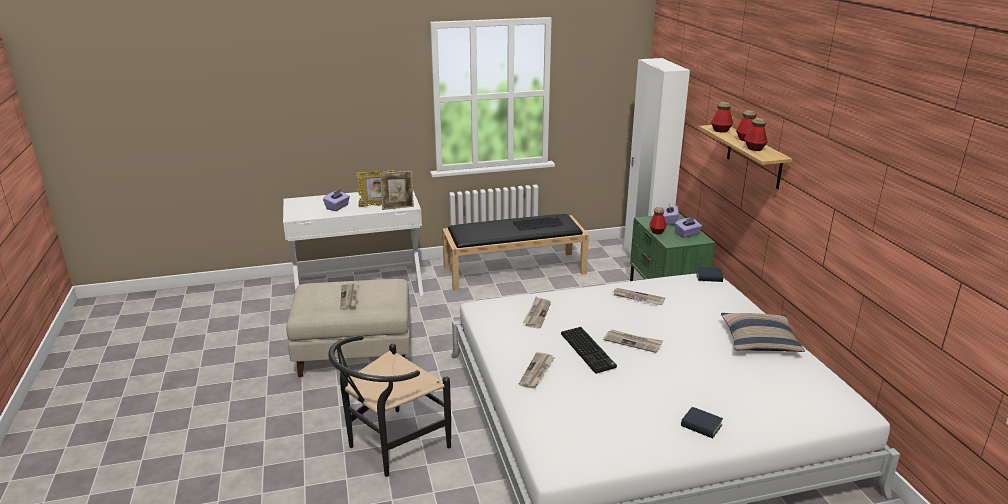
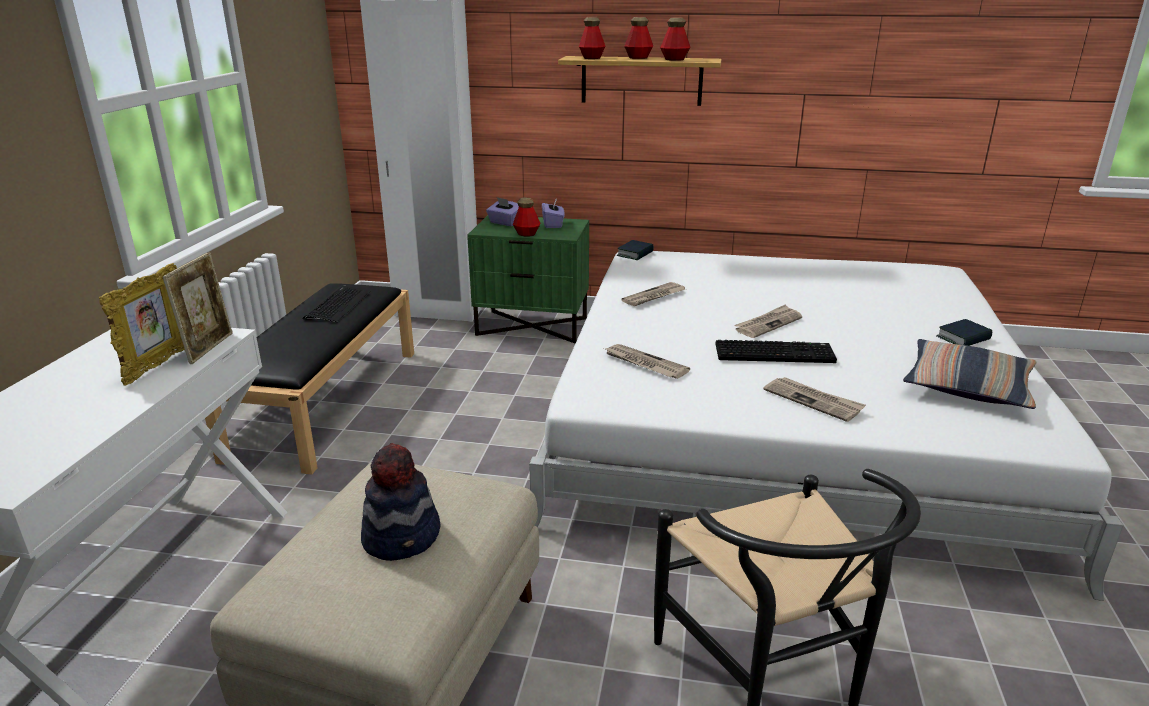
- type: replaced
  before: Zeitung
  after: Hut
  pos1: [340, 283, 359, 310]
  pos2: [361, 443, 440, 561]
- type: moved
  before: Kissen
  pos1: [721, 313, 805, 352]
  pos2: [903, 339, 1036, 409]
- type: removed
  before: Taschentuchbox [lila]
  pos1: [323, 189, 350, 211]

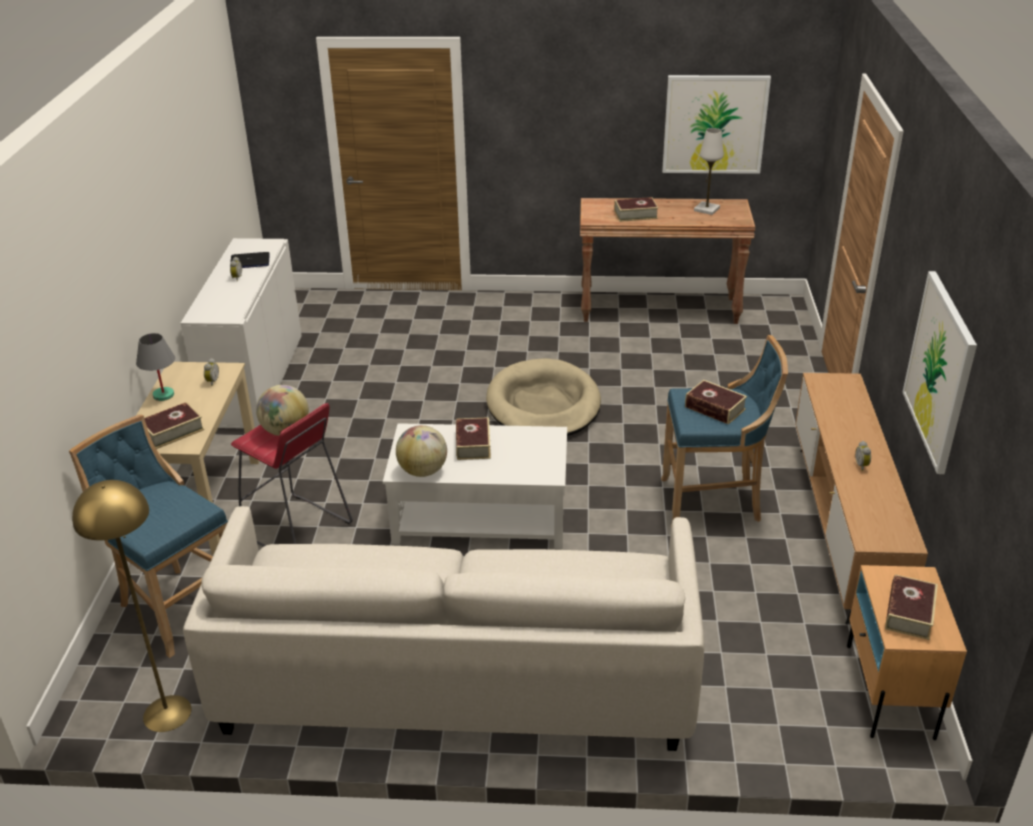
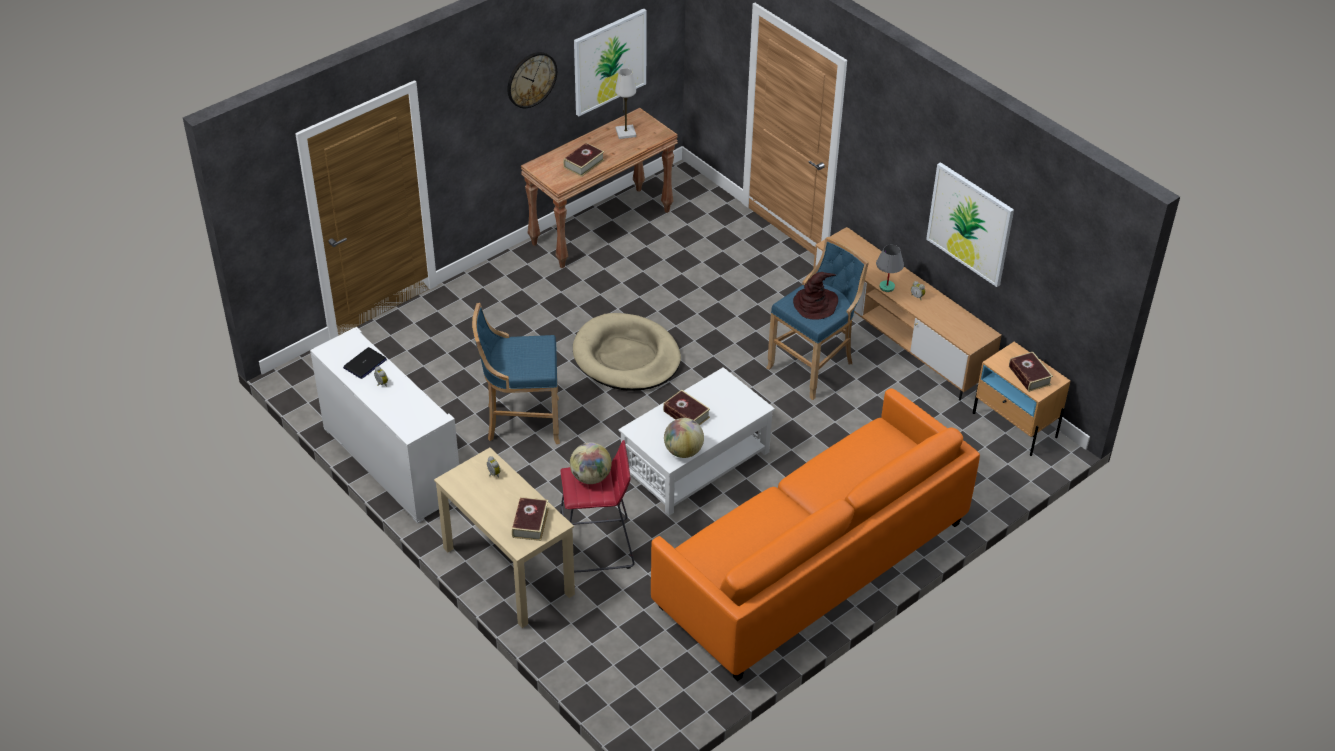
- type: moved
  before: Hocker [blau]
  pos1: [69, 414, 228, 658]
  pos2: [472, 303, 560, 444]
- type: added
  after: Wanduhr
  pos2: [507, 52, 557, 108]
- type: recoloured
  before: Sofa [weiß]
  after: Sofa [orange]
  pos1: [183, 506, 704, 751]
  pos2: [651, 388, 980, 681]
- type: replaced
  before: Buch
  after: Hut [braun]
  pos1: [685, 380, 747, 424]
  pos2: [793, 272, 838, 320]
- type: moved
  before: Tischlampe [grau]
  pos1: [136, 333, 175, 401]
  pos2: [876, 244, 904, 292]
- type: removed
  before: Stehlampe [gelb]
  pos1: [72, 480, 192, 732]

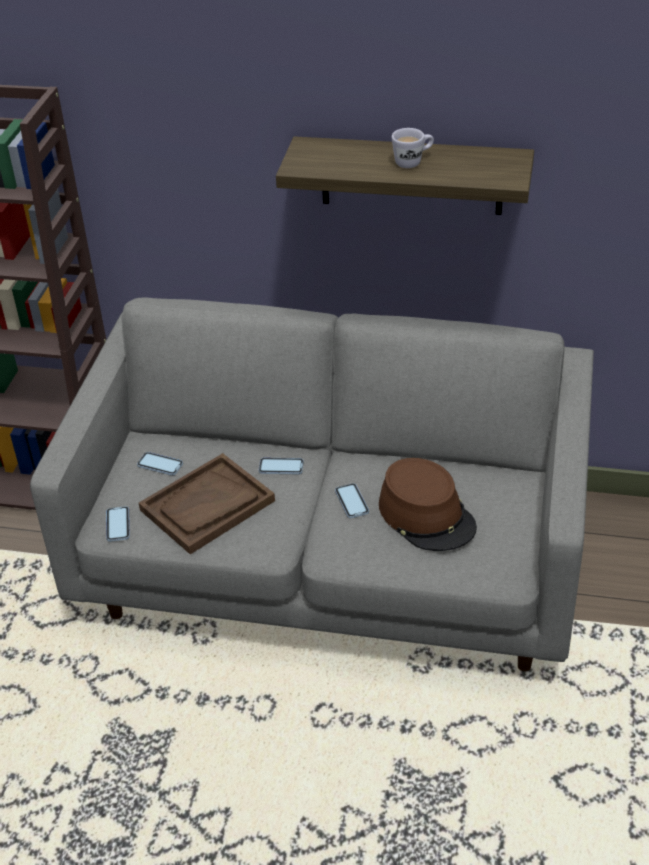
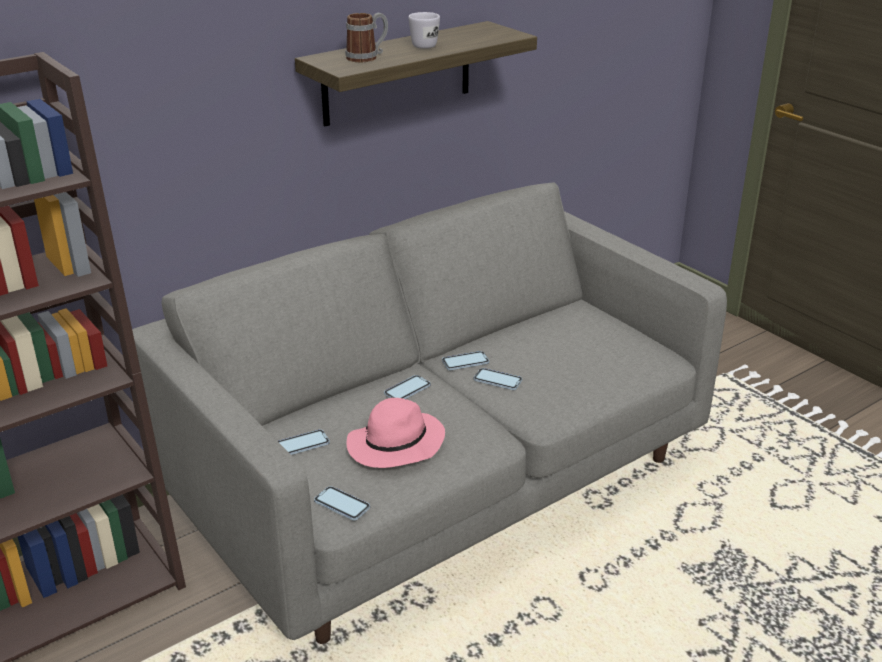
- type: added
  after: Henkelbecher
  pos2: [345, 13, 388, 62]
- type: replaced
  before: Tablett [braun]
  after: Hut [rosa]
  pos1: [139, 453, 275, 554]
  pos2: [346, 398, 445, 468]
- type: added
  after: Handy
  pos2: [442, 351, 489, 370]
- type: removed
  before: Hut [braun]
  pos1: [379, 458, 477, 551]

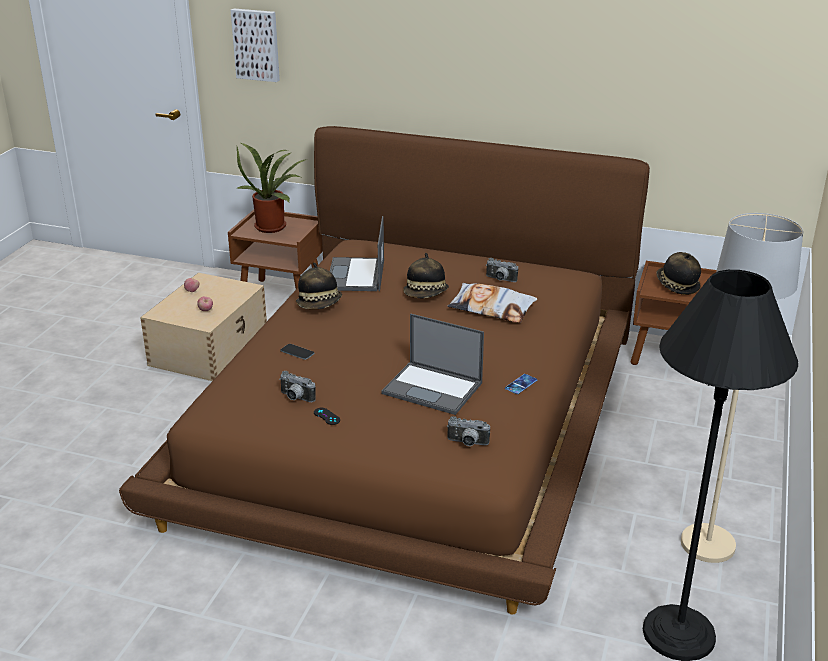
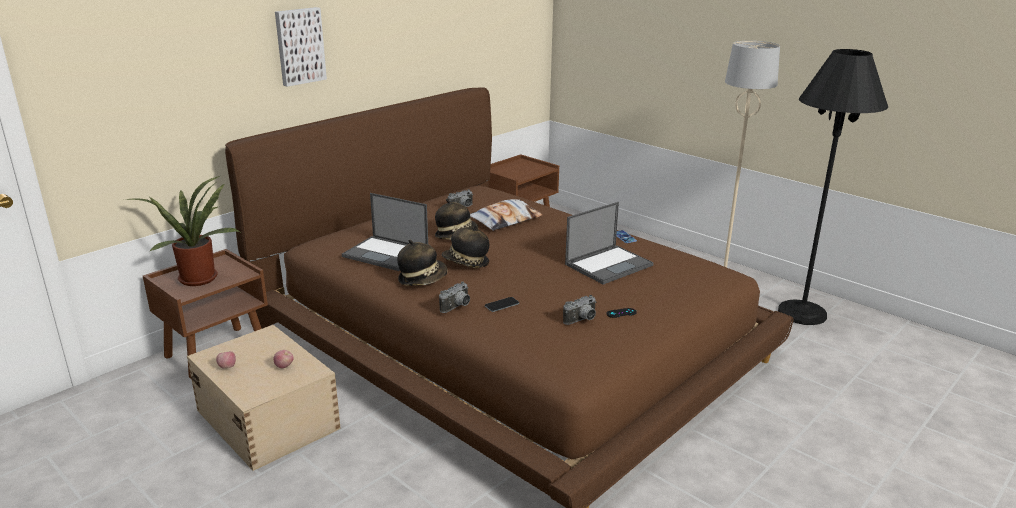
- type: moved
  before: Bild
  pos1: [231, 8, 280, 82]
  pos2: [275, 7, 327, 87]
- type: moved
  before: Kamera
  pos1: [447, 416, 490, 446]
  pos2: [439, 282, 470, 313]
- type: moved
  before: Hut
  pos1: [656, 252, 701, 295]
  pos2: [442, 225, 489, 268]

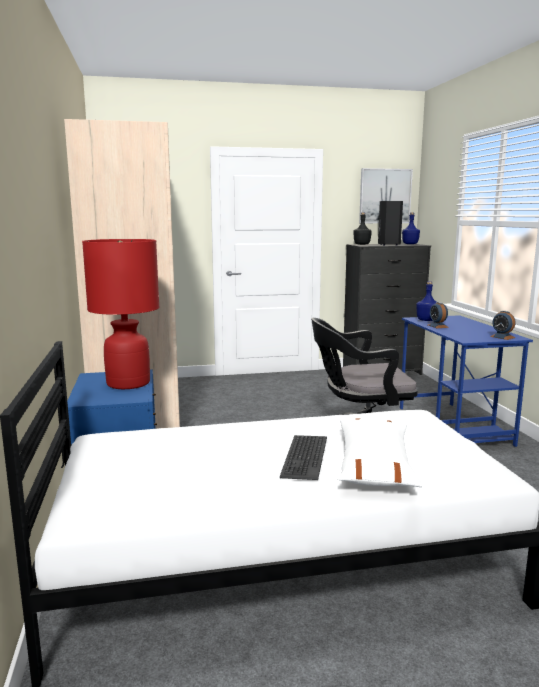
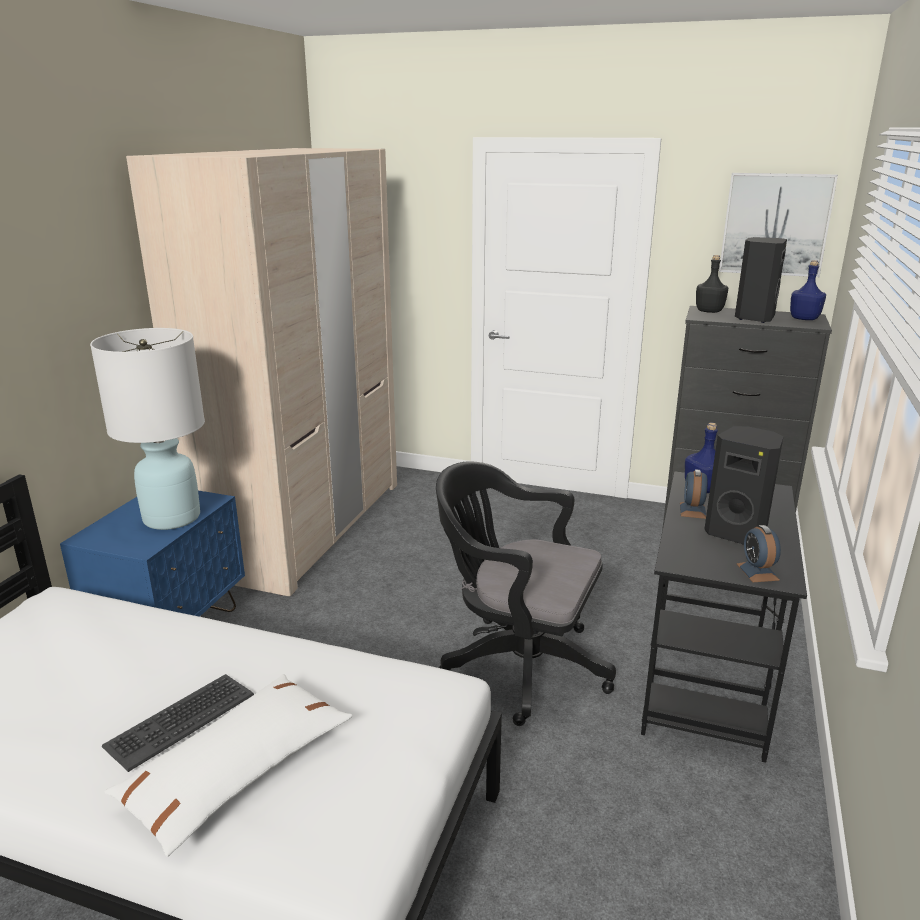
- type: recoloured
  before: Tischlampe [rot]
  after: Tischlampe [weiß]
  pos1: [82, 239, 159, 389]
  pos2: [90, 328, 205, 530]
- type: recoloured
  before: Schreibtisch [blau]
  after: Schreibtisch [schwarz]
  pos1: [400, 315, 533, 447]
  pos2: [641, 471, 807, 763]
- type: added
  after: Lautsprecher [schwarz]
  pos2: [704, 426, 783, 545]

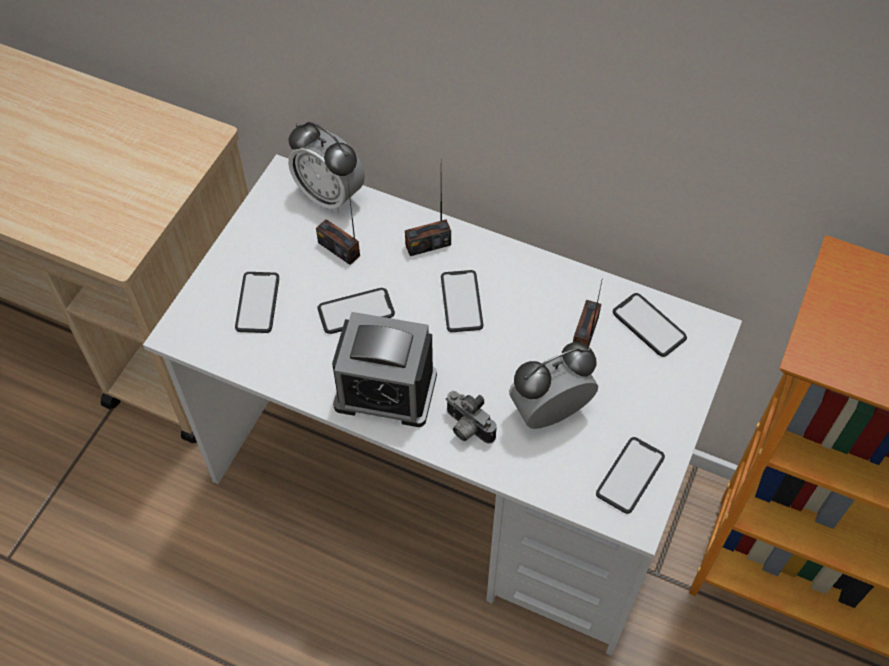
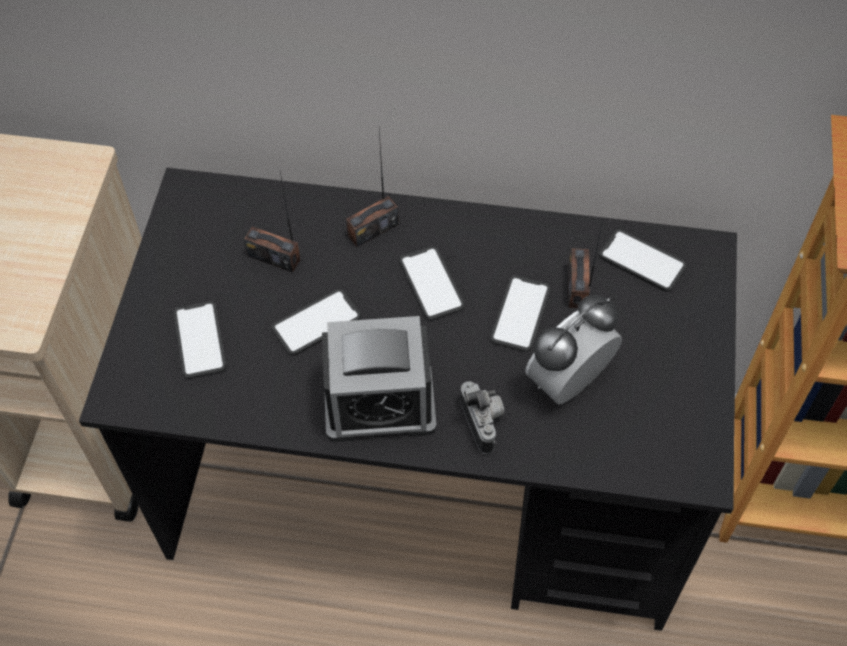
- type: recoloured
  before: Schreibtisch [weiß]
  after: Schreibtisch [schwarz]
  pos1: [143, 154, 742, 656]
  pos2: [79, 168, 737, 631]
- type: turned
  before: Kamera
  pos1: [445, 391, 497, 444]
  pos2: [460, 381, 505, 454]
  turn: -135
- type: moved
  before: Handy
  pos1: [596, 437, 665, 514]
  pos2: [490, 275, 550, 352]
- type: removed
  before: Wecker
  pos1: [288, 122, 365, 214]

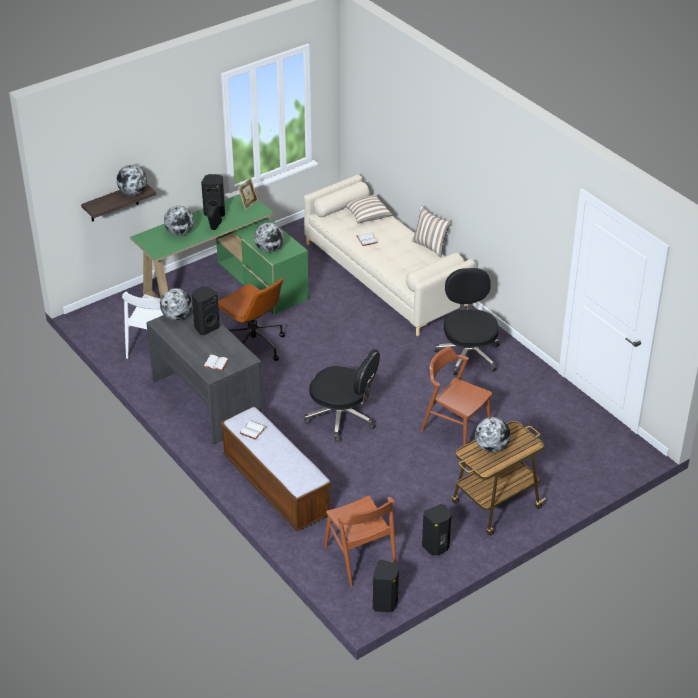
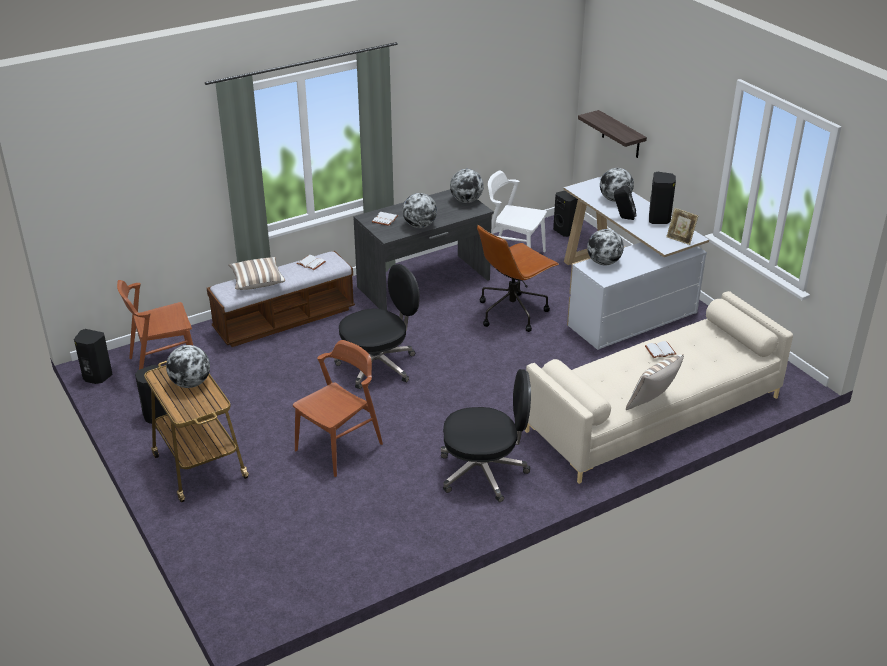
- type: moved
  before: Kissen
  pos1: [344, 194, 393, 224]
  pos2: [228, 257, 285, 290]
- type: turned
  before: Bürostuhl [schwarz]
  pos1: [304, 349, 380, 442]
  pos2: [334, 264, 420, 389]
  turn: -150
- type: moved
  before: Globus
  pos1: [116, 165, 147, 196]
  pos2: [402, 193, 437, 228]
- type: moved
  before: Lautsprecher [schwarz]
  pos1: [192, 287, 220, 335]
  pos2: [553, 191, 578, 237]
- type: recoloured
  before: Schreibtisch [grün]
  after: Schreibtisch [weiß]
  pos1: [130, 194, 309, 315]
  pos2: [564, 176, 709, 350]

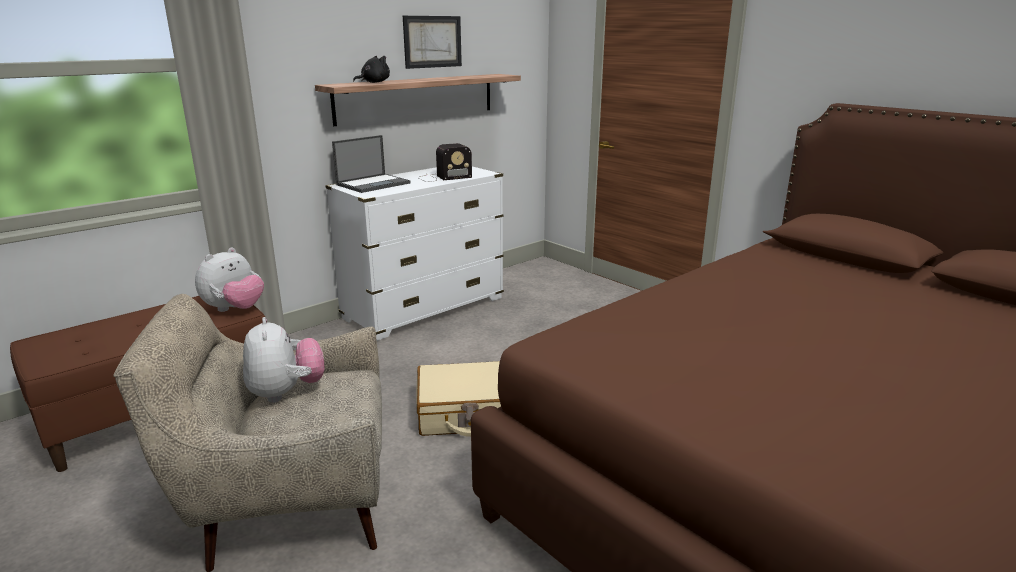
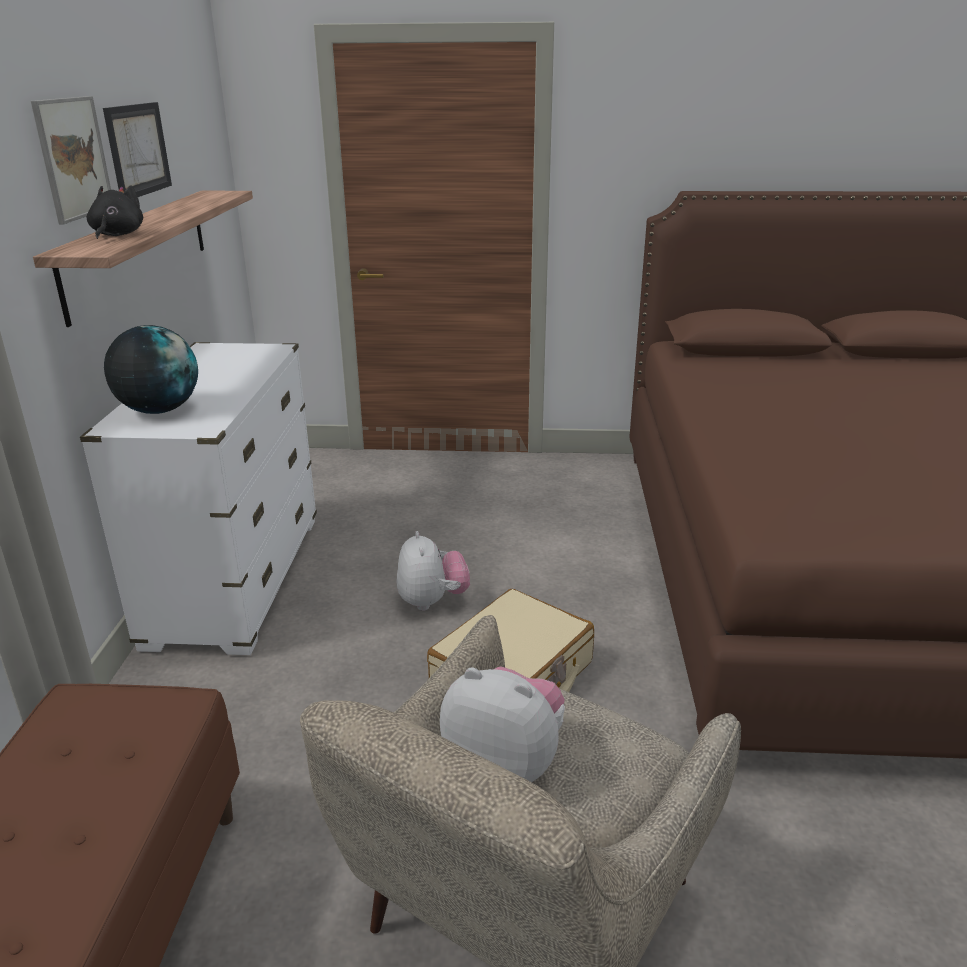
- type: added
  after: Bild
  pos2: [31, 96, 111, 224]
- type: replaced
  before: Laptop
  after: Globus
  pos1: [332, 135, 411, 193]
  pos2: [104, 325, 198, 414]
- type: moved
  before: Plüschtier
  pos1: [195, 248, 264, 312]
  pos2: [397, 531, 470, 611]
- type: removed
  before: Radio
  pos1: [418, 143, 472, 182]

